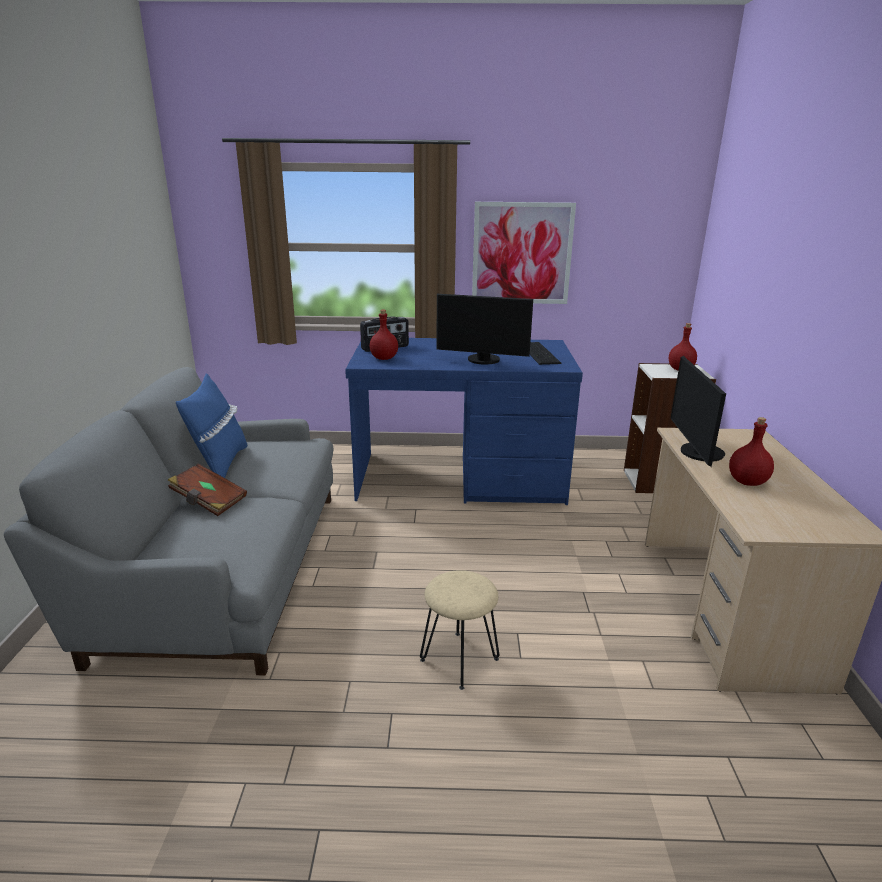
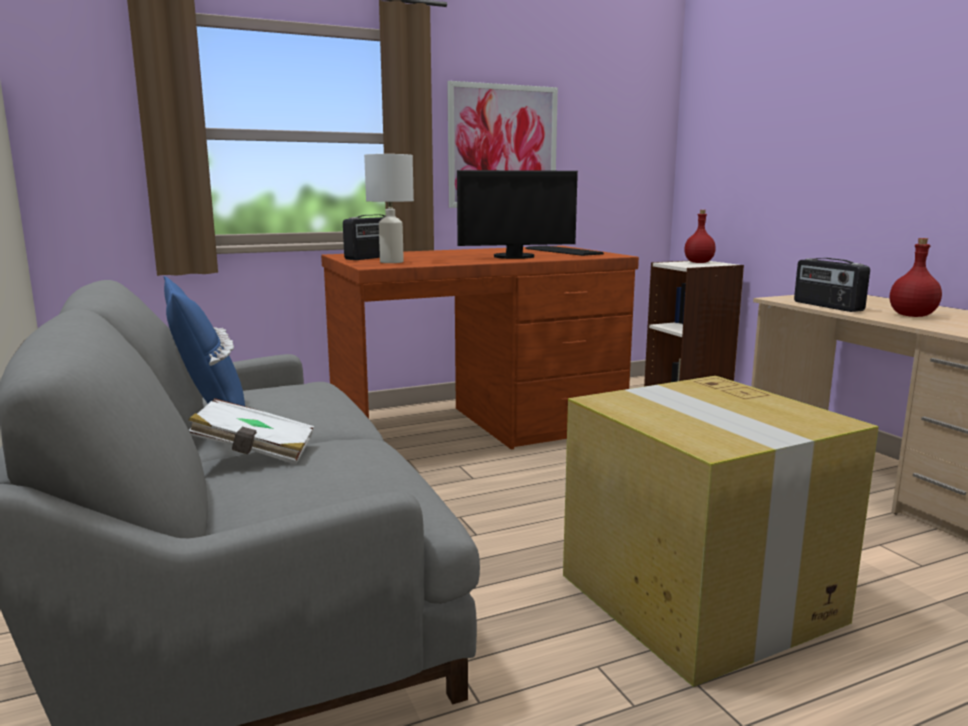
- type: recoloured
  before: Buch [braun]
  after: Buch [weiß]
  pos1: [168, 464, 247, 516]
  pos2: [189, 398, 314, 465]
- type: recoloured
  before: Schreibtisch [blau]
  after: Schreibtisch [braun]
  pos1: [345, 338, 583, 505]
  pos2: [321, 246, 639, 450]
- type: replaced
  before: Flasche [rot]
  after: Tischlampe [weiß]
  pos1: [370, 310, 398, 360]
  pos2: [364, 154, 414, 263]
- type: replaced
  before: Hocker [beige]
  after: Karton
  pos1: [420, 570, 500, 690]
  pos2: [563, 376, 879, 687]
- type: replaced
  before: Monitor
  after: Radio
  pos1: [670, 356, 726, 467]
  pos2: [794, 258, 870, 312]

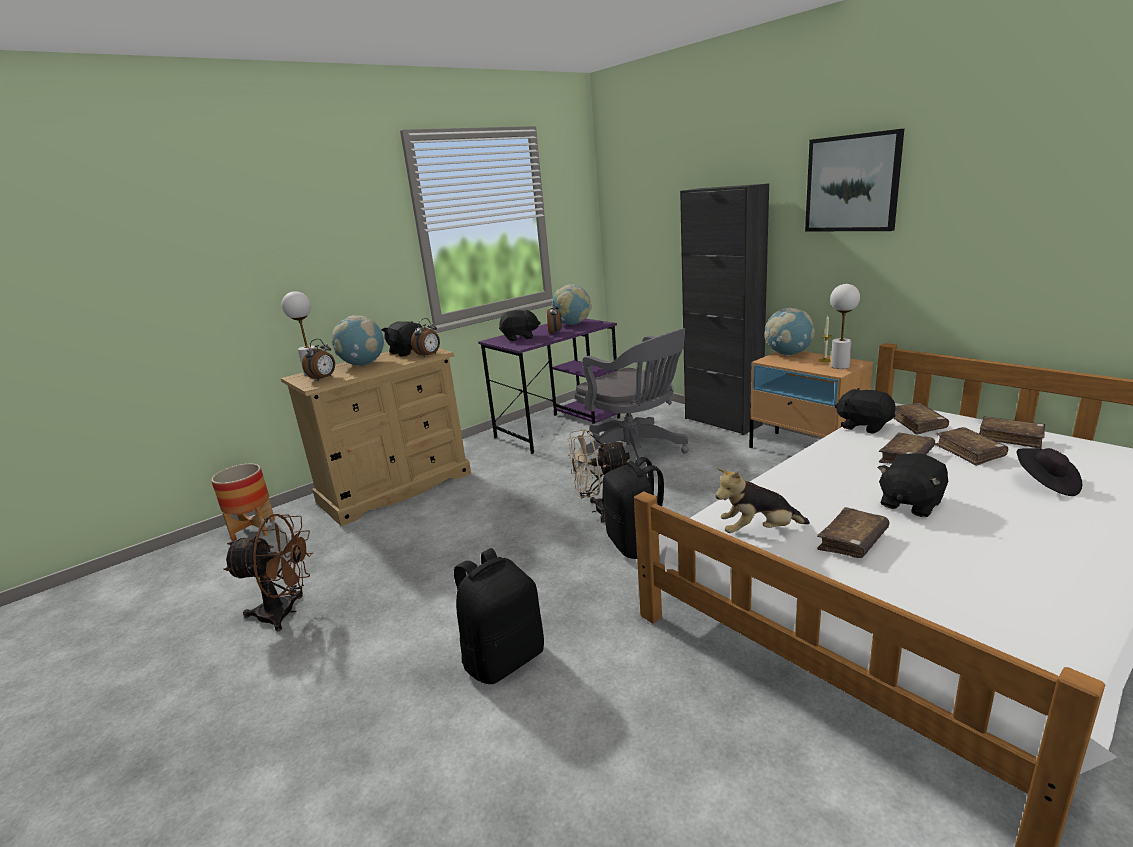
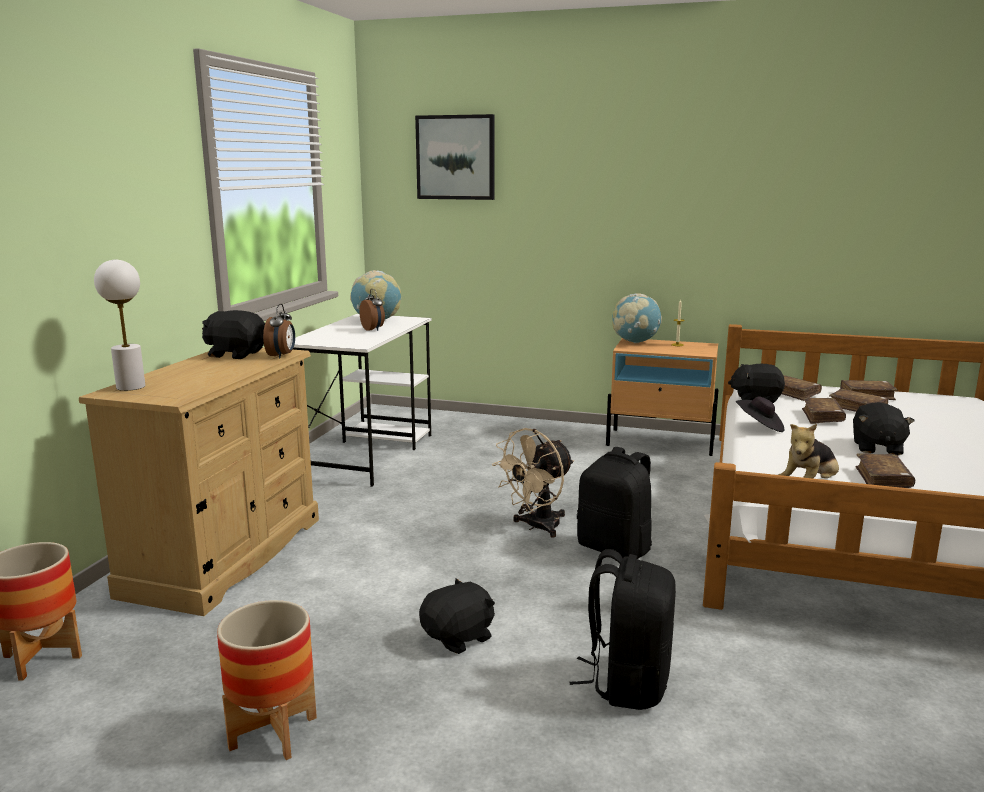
- type: replaced
  before: Ventilator [braun]
  after: Pflanzkübel
  pos1: [223, 514, 313, 632]
  pos2: [217, 600, 317, 760]
- type: recoloured
  before: Schreibtisch [lila]
  after: Schreibtisch [weiß]
  pos1: [478, 319, 621, 454]
  pos2: [292, 314, 431, 487]
- type: moved
  before: Bild
  pos1: [805, 129, 904, 231]
  pos2: [415, 114, 495, 200]
- type: moved
  before: Plüschtier [schwarz]
  pos1: [499, 310, 541, 341]
  pos2: [419, 578, 495, 654]
- type: moved
  before: Hut [schwarz]
  pos1: [1017, 448, 1082, 496]
  pos2: [736, 396, 784, 432]
- type: removed
  before: Wecker
  pos1: [302, 339, 335, 381]
- type: removed
  before: Globus
  pos1: [332, 315, 385, 366]
- type: removed
  before: Bürostuhl [grau]
  pos1: [574, 328, 689, 469]
- type: removed
  before: Schrank [schwarz]
  pos1: [680, 183, 769, 435]
- type: removed
  before: Tischlampe [weiß]
  pos1: [830, 284, 860, 369]

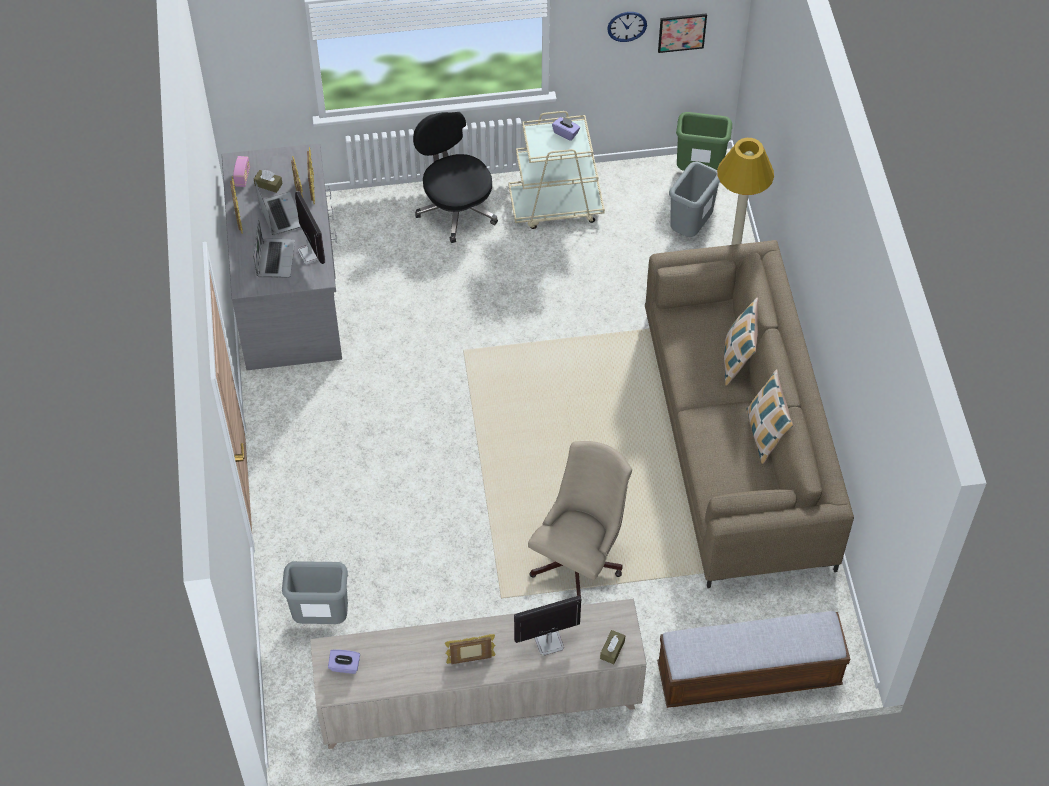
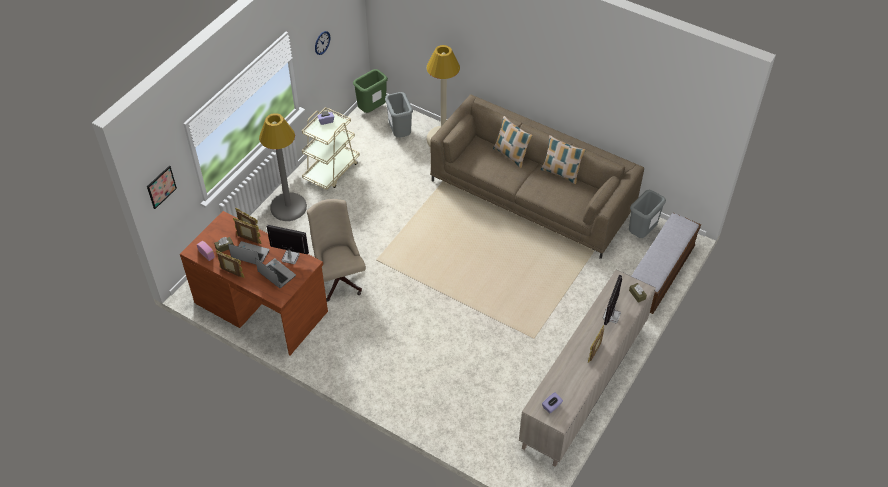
- type: moved
  before: Bild
  pos1: [658, 13, 707, 53]
  pos2: [147, 166, 177, 209]
- type: recoloured
  before: Schreibtisch [grau]
  after: Schreibtisch [braun]
  pos1: [222, 143, 342, 370]
  pos2: [180, 211, 328, 356]
- type: replaced
  before: Bürostuhl [schwarz]
  after: Stehlampe [grau]
  pos1: [413, 112, 498, 243]
  pos2: [259, 113, 307, 221]
- type: moved
  before: Bürostuhl [beige]
  pos1: [528, 441, 632, 600]
  pos2: [307, 199, 366, 302]
- type: moved
  before: Mülleimer [grau]
  pos1: [282, 561, 348, 624]
  pos2: [629, 190, 666, 238]

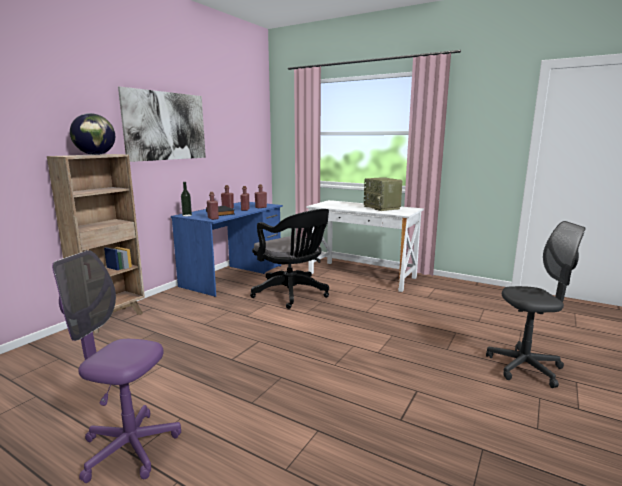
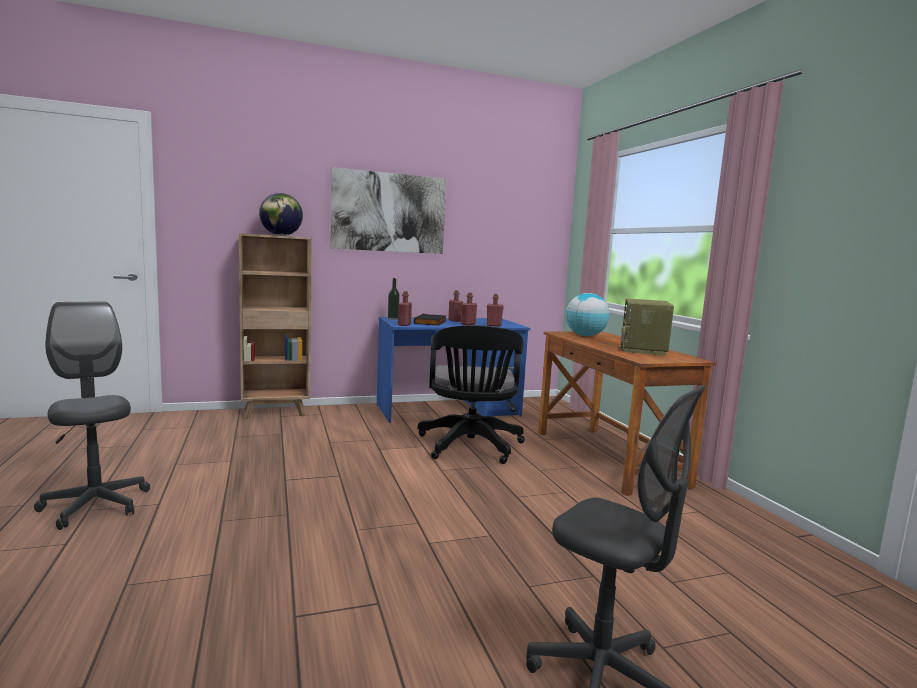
- type: recoloured
  before: Bürostuhl [lila]
  after: Bürostuhl [grau]
  pos1: [52, 250, 181, 483]
  pos2: [34, 301, 150, 530]
- type: recoloured
  before: Schreibtisch [weiß]
  after: Schreibtisch [braun]
  pos1: [306, 200, 424, 292]
  pos2: [538, 332, 716, 496]
- type: added
  after: Globus
  pos2: [566, 293, 610, 336]

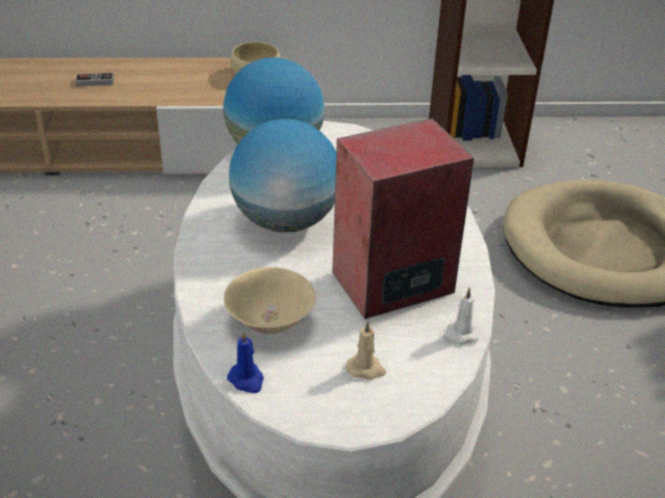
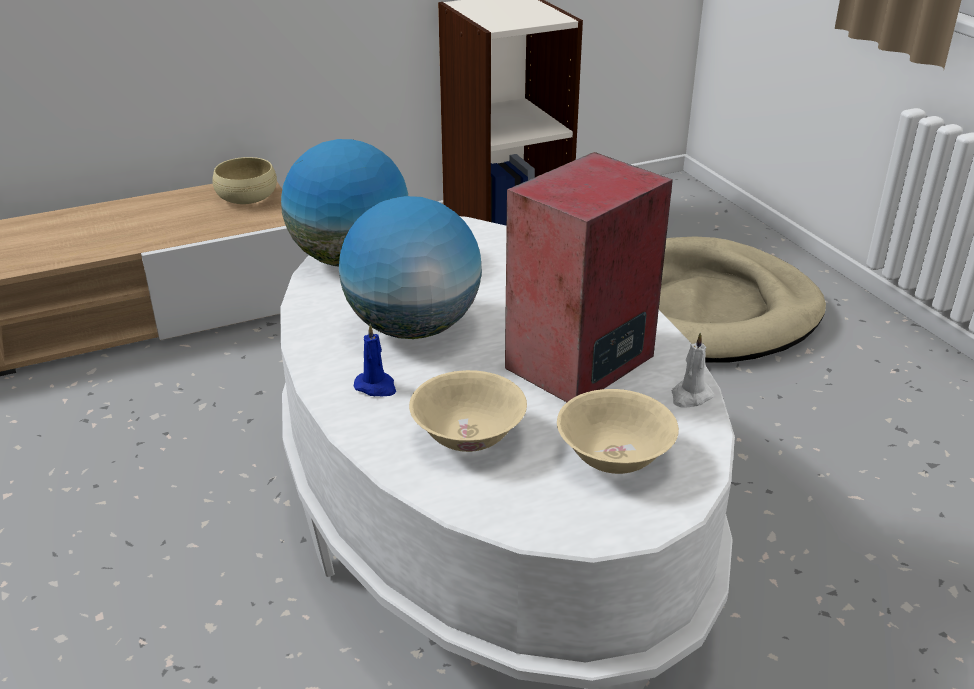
- type: moved
  before: Kerze [blau]
  pos1: [227, 331, 264, 394]
  pos2: [354, 323, 396, 396]
- type: replaced
  before: Kerze [beige]
  after: Schüssel [beige]
  pos1: [346, 321, 386, 380]
  pos2: [557, 389, 679, 474]
- type: removed
  before: Gamepad
  pos1: [75, 73, 114, 86]

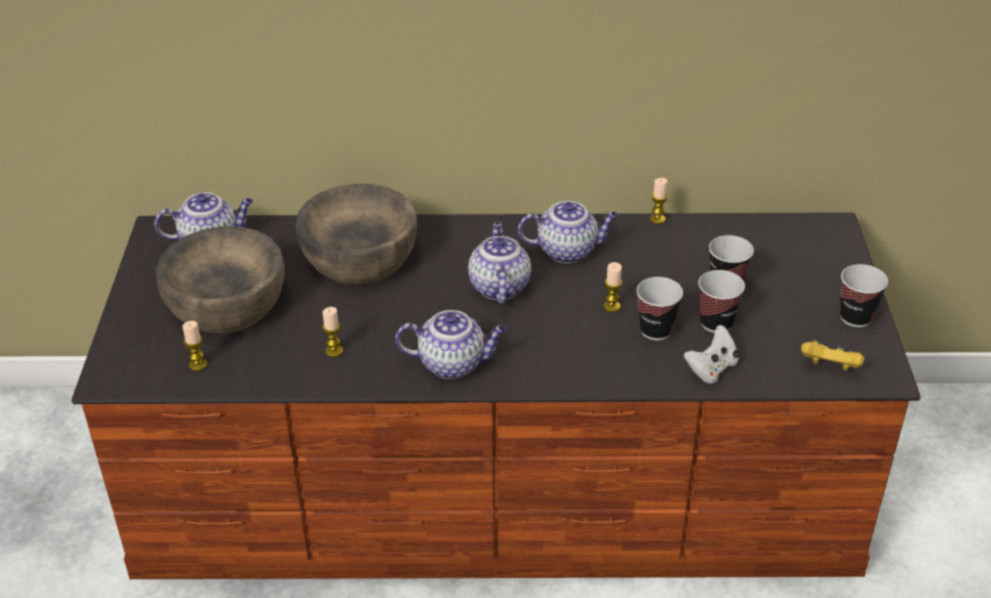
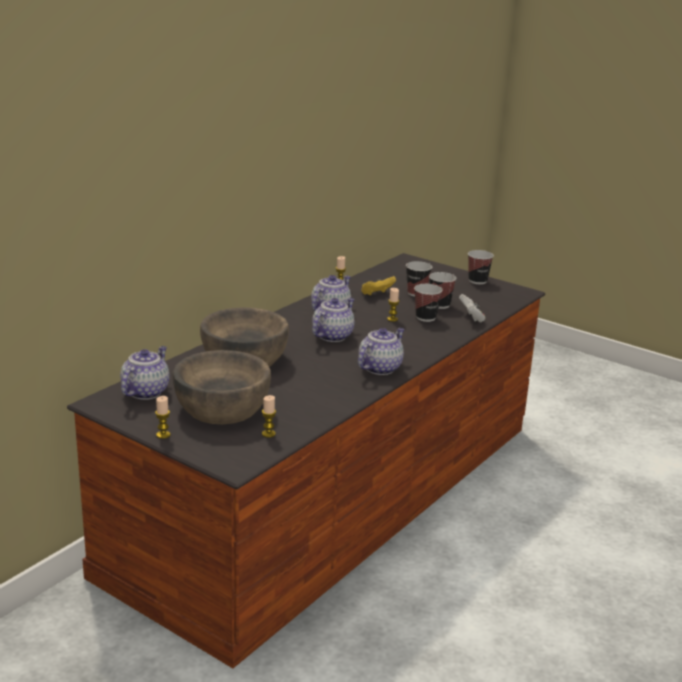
- type: moved
  before: Kerze
  pos1: [322, 307, 343, 357]
  pos2: [155, 396, 171, 439]
- type: turned
  before: Teekanne
  pos1: [468, 222, 531, 304]
  pos2: [312, 298, 355, 342]
  turn: 90
- type: moved
  before: Gamepad [gelb]
  pos1: [801, 339, 864, 371]
  pos2: [361, 276, 396, 296]

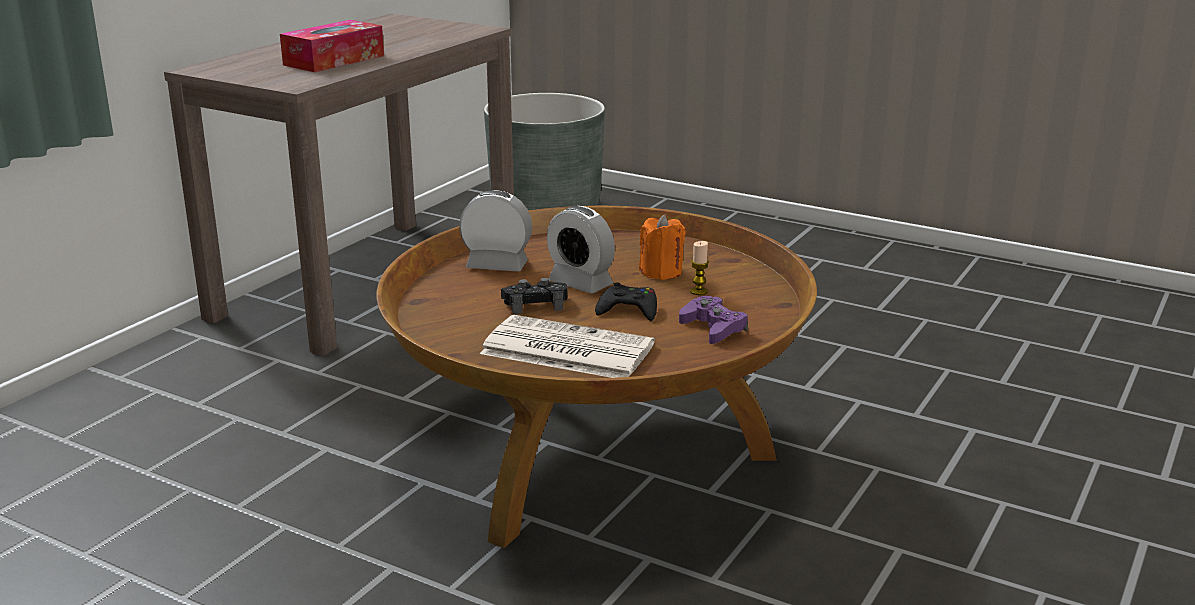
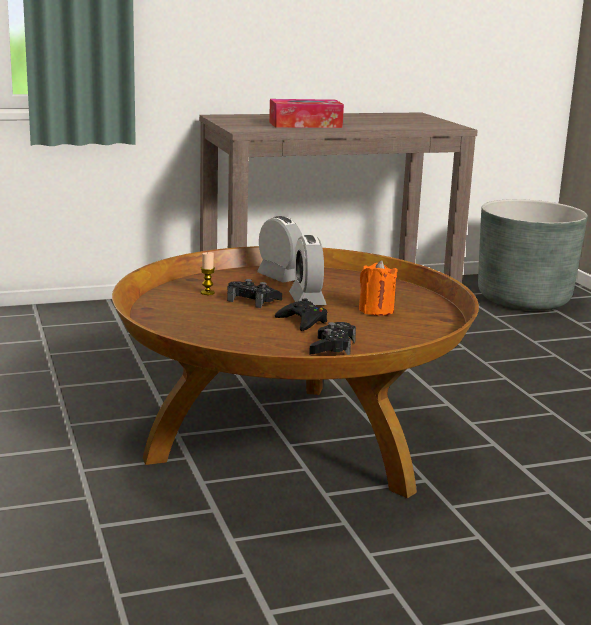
- type: moved
  before: Kerze
  pos1: [690, 241, 709, 295]
  pos2: [201, 252, 215, 295]
- type: recoloured
  before: Gamepad [lila]
  after: Gamepad [schwarz]
  pos1: [679, 296, 748, 344]
  pos2: [309, 322, 356, 355]
- type: removed
  before: Zeitung
  pos1: [480, 315, 655, 378]

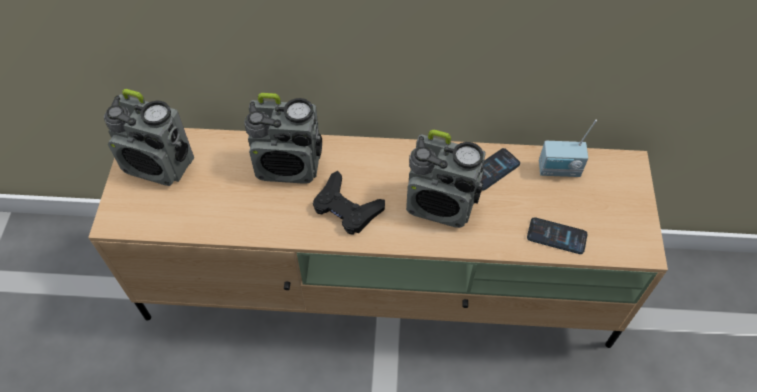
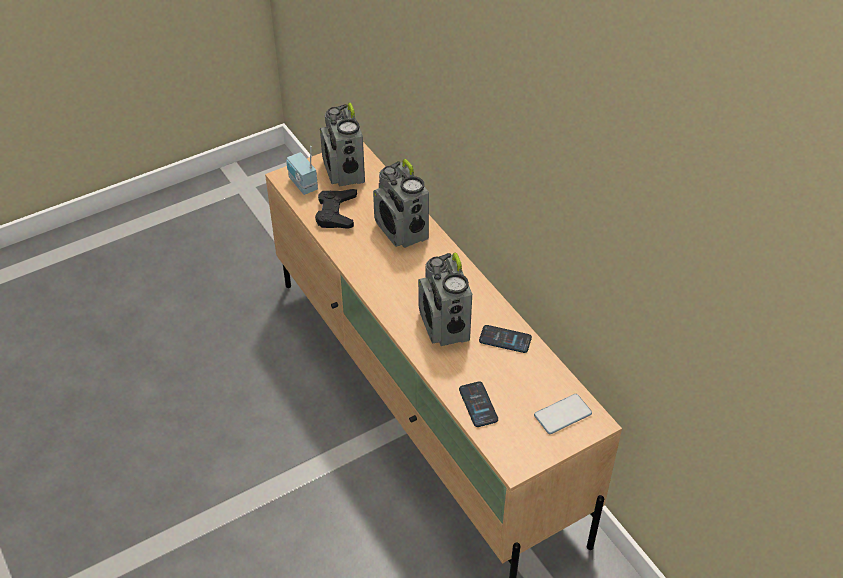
- type: moved
  before: Radio
  pos1: [539, 120, 597, 177]
  pos2: [286, 146, 318, 195]
- type: moved
  before: Gamepad [schwarz]
  pos1: [313, 171, 385, 235]
  pos2: [315, 189, 357, 229]
- type: added
  after: Handy
  pos2: [534, 394, 592, 434]

